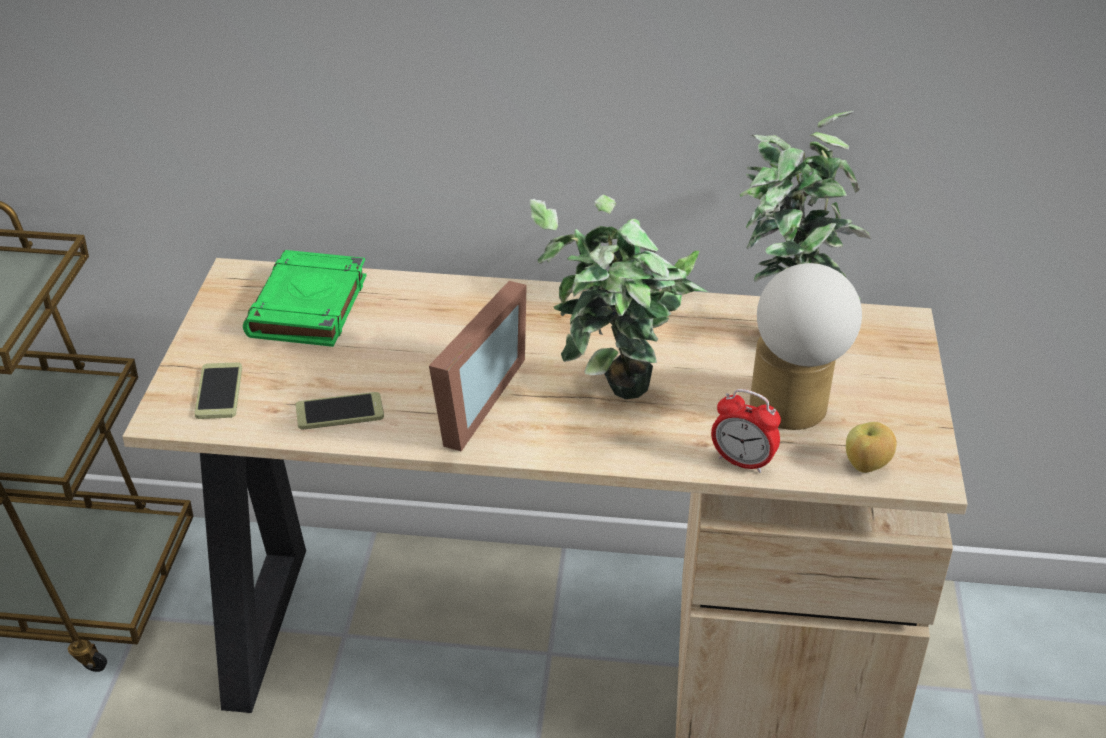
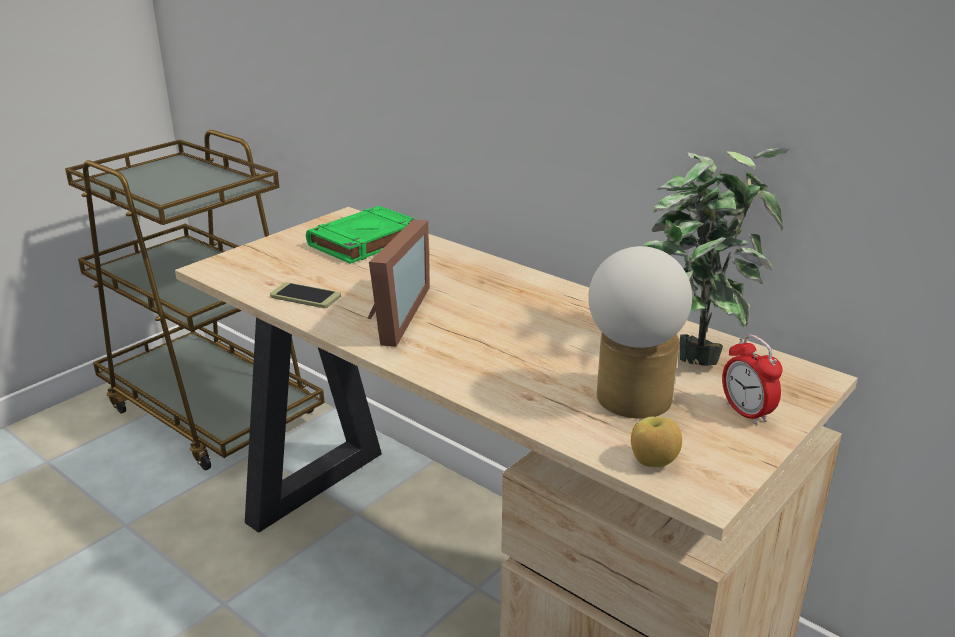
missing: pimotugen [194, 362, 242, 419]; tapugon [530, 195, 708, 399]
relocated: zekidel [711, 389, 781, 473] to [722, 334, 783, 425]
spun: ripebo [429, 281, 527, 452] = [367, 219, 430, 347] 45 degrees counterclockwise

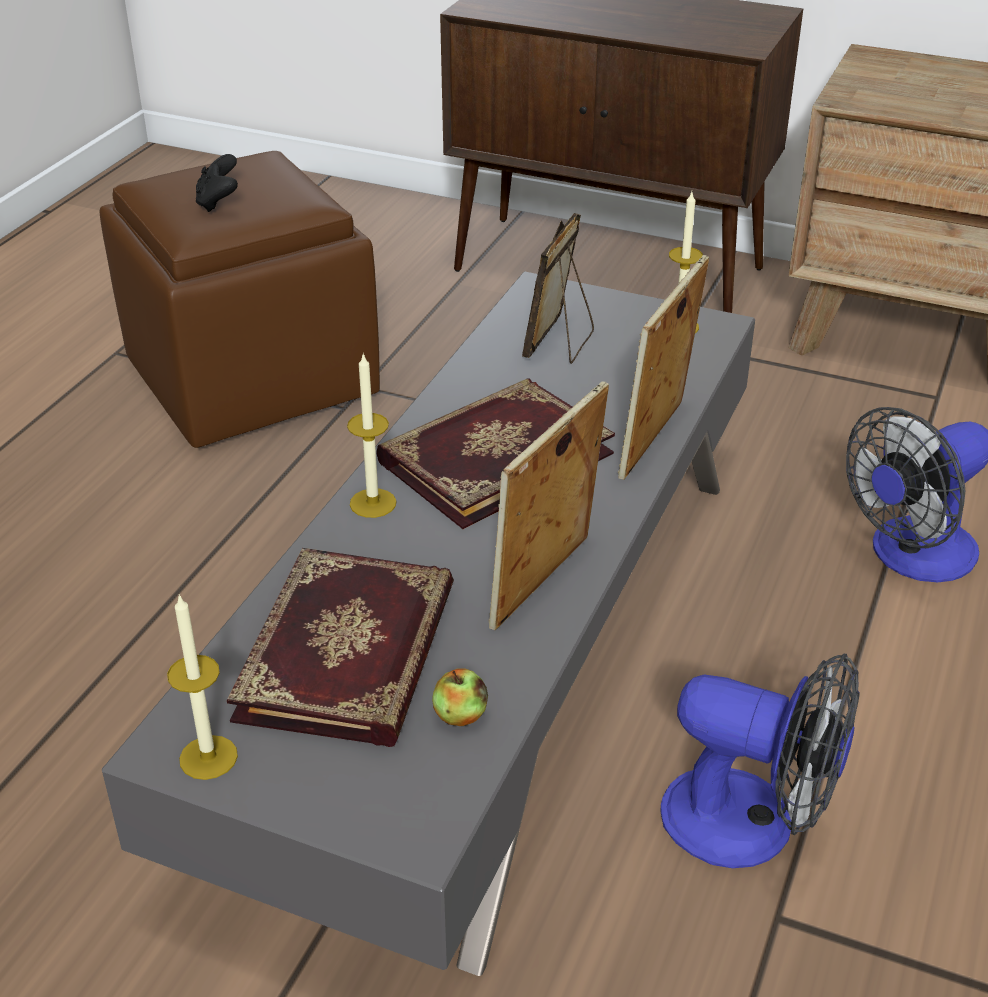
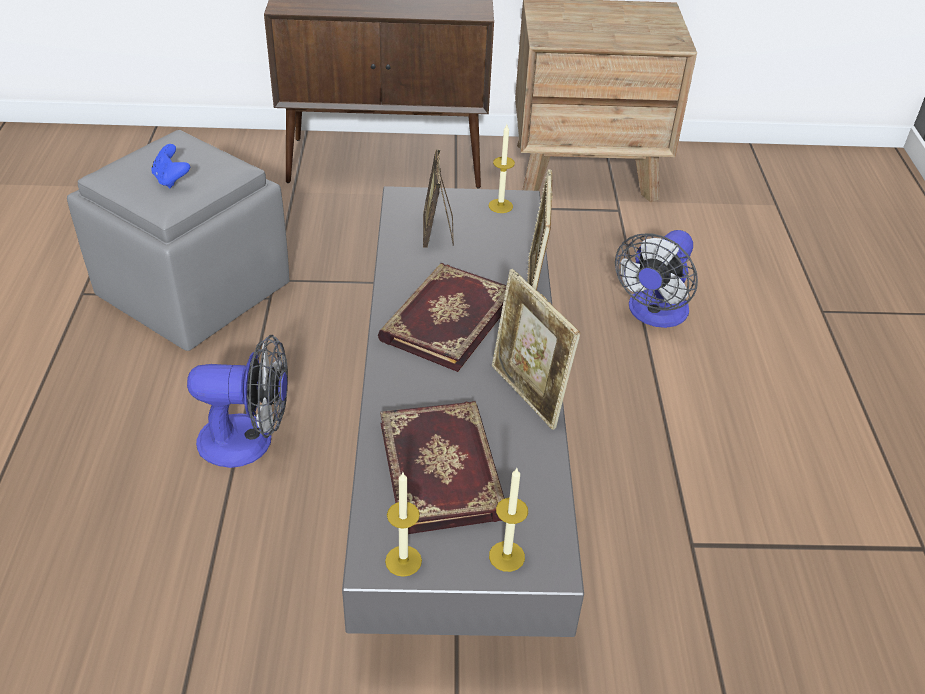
missing: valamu [432, 668, 488, 726]
relocated: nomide [660, 654, 859, 868] to [187, 335, 288, 468]; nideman [347, 353, 396, 518] to [489, 468, 528, 572]
colour: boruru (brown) [100, 151, 380, 448] to boruru (grey) [67, 130, 290, 351]; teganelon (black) [196, 154, 238, 212] to teganelon (blue) [151, 144, 190, 188]
spun: ripebo [489, 381, 609, 630] = [492, 269, 580, 430] 45 degrees counterclockwise

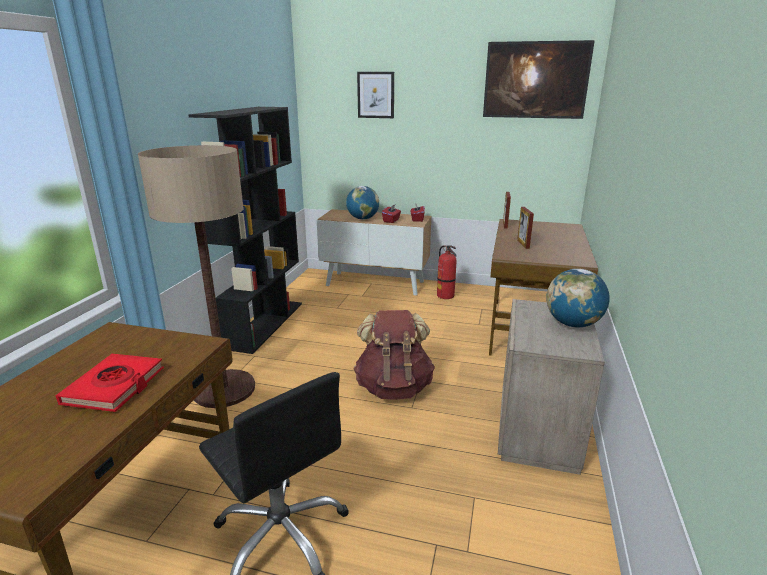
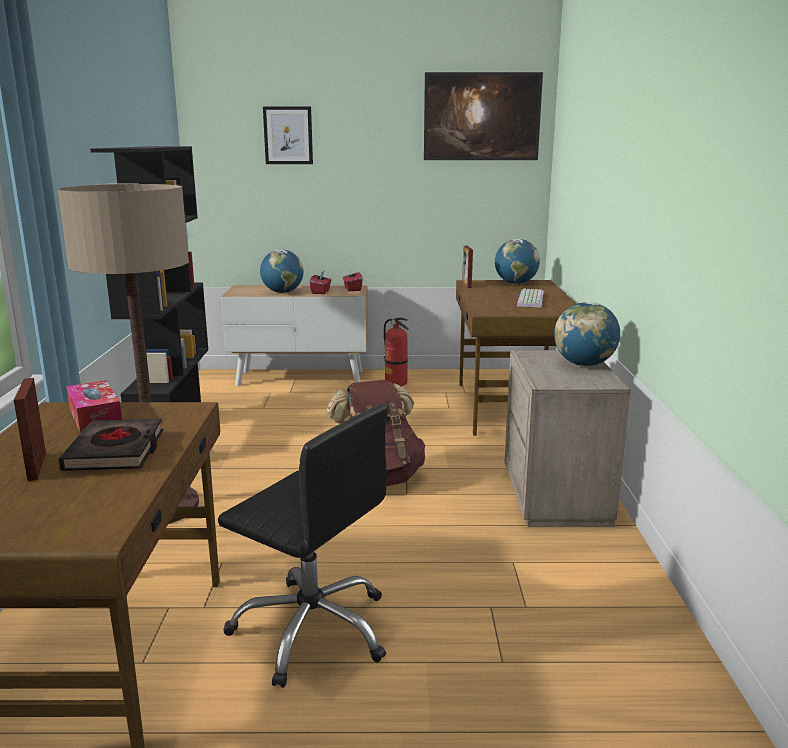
appeared: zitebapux [67, 380, 122, 433]; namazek [495, 239, 540, 284]; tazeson [517, 289, 544, 308]
relocated: ripebo [517, 207, 534, 249] to [14, 378, 46, 481]
colour: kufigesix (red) [55, 354, 164, 412] to kufigesix (black) [58, 419, 163, 471]

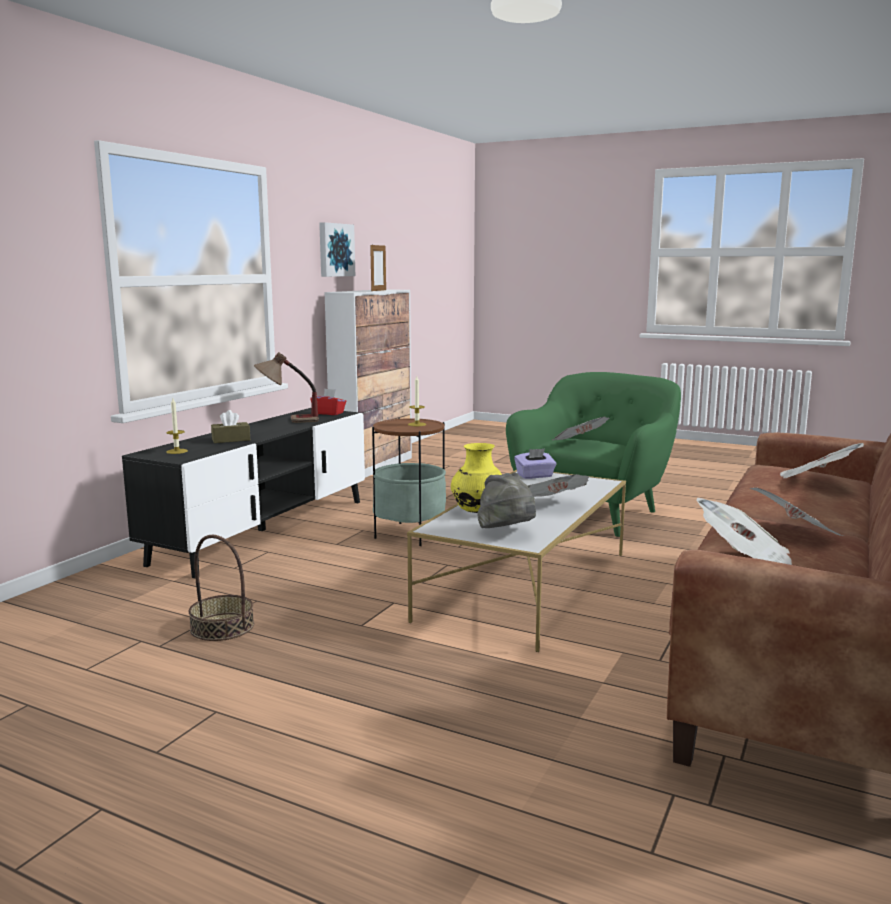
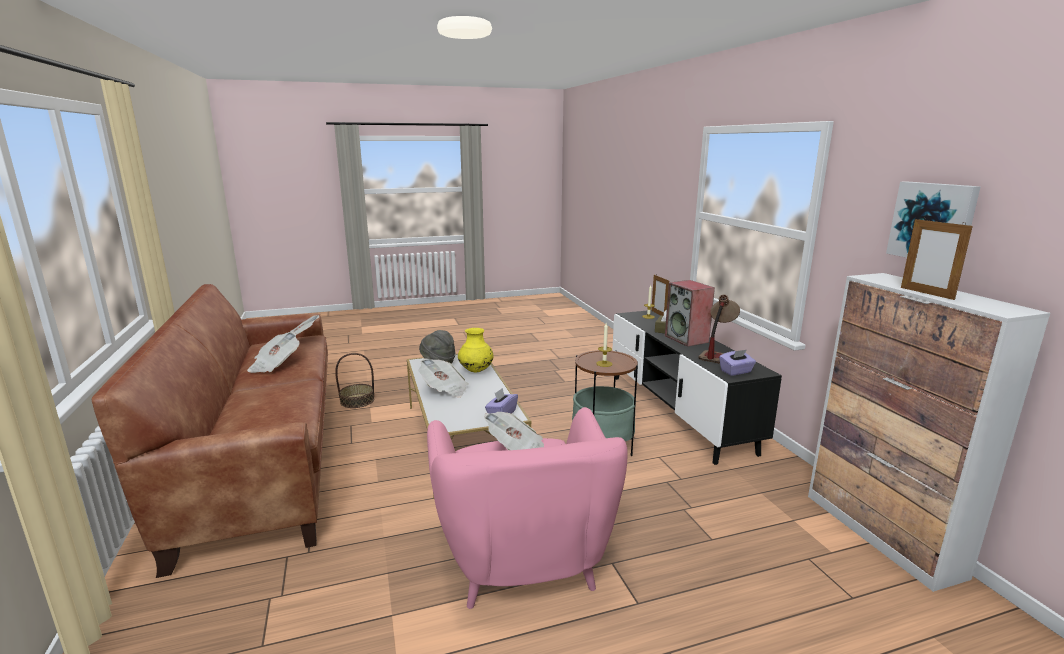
missing: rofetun [780, 443, 864, 479]
appeared: ripebo [651, 275, 669, 316]; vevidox [665, 280, 715, 347]
relocated: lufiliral [189, 535, 254, 641] to [335, 353, 374, 408]
colour: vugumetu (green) [506, 372, 681, 537] to vugumetu (pink) [427, 407, 628, 609]; zitebapux (red) [311, 389, 346, 415] to zitebapux (purple) [719, 350, 756, 376]

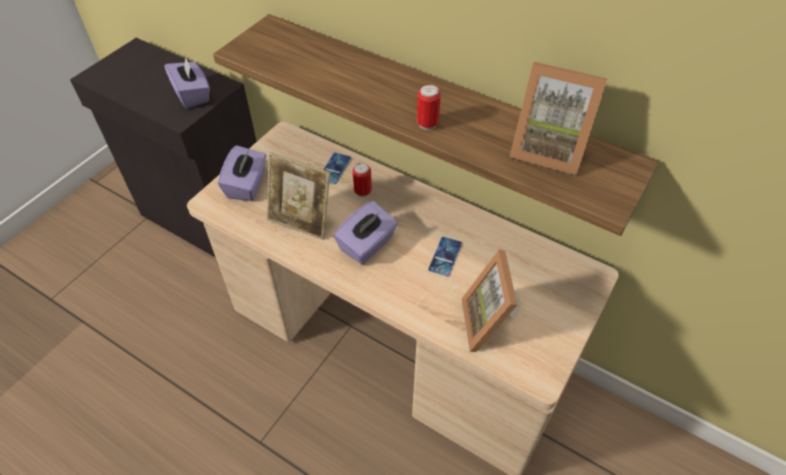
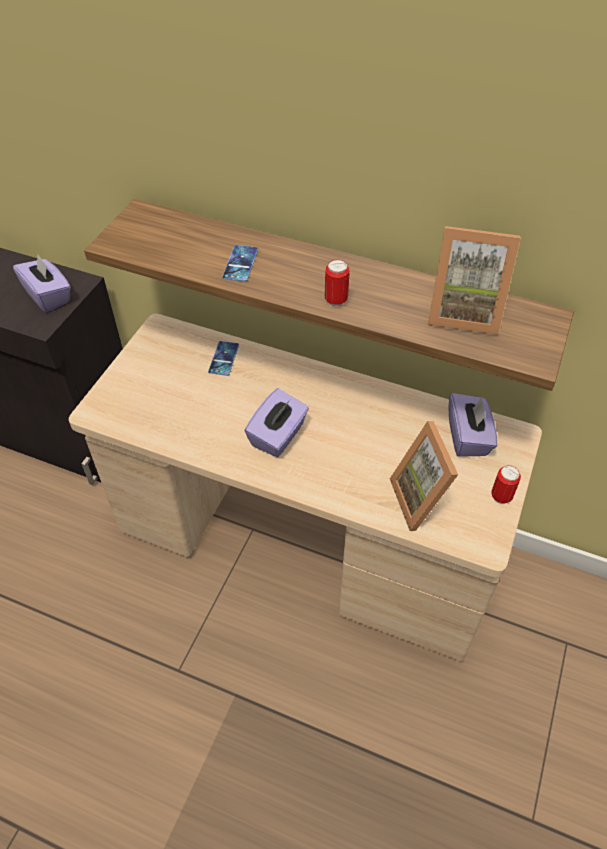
missing: ripebo [267, 152, 330, 240]
relocated: pimotugen [428, 237, 462, 277] to [222, 245, 258, 282]; zitebapux (purple) [218, 145, 267, 201] to [448, 393, 497, 457]; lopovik [353, 163, 372, 197] to [491, 465, 521, 504]

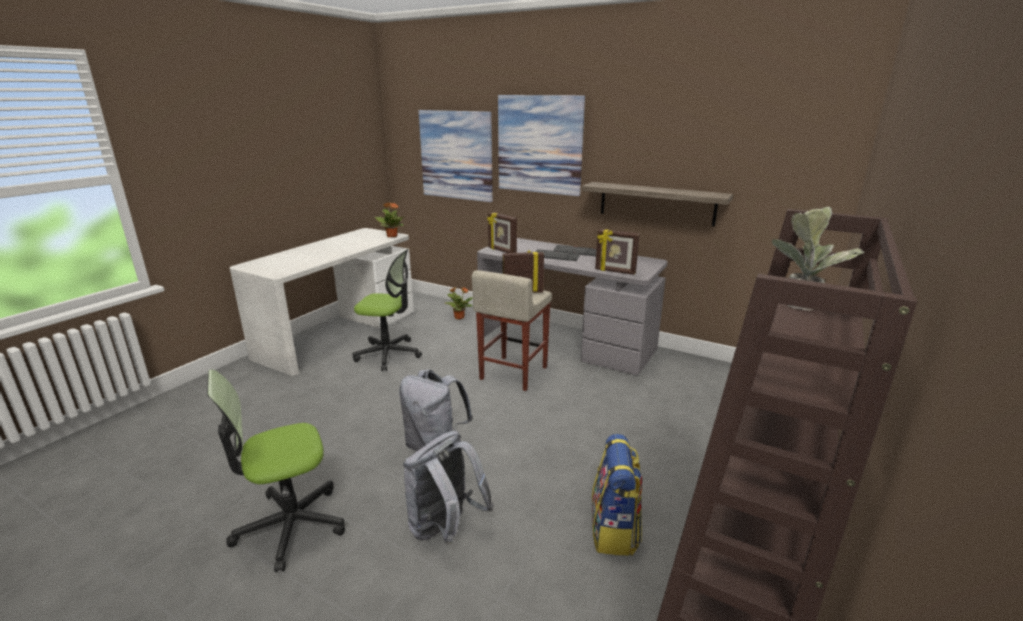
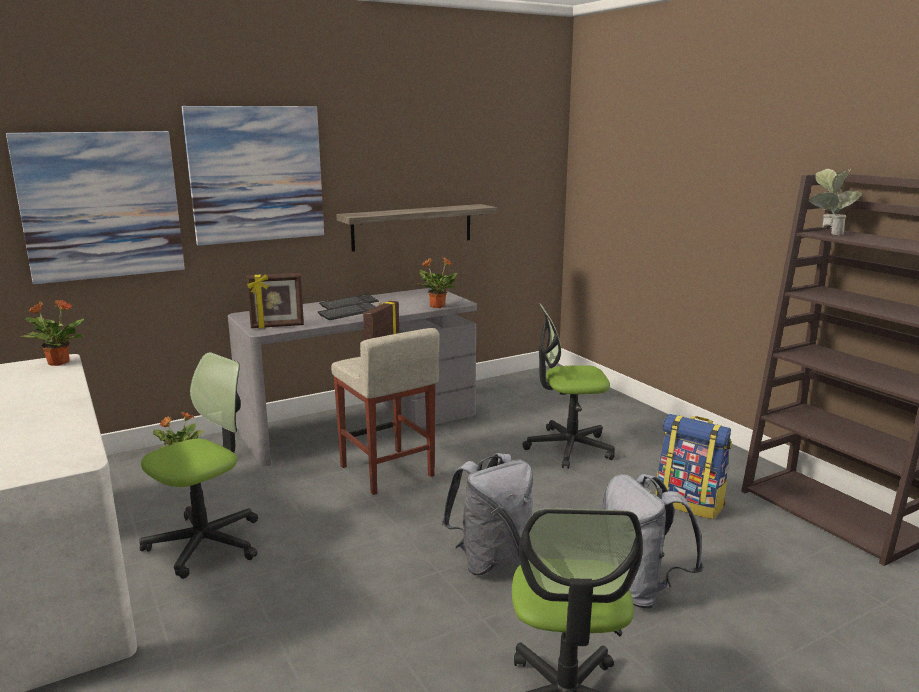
appeared: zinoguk [522, 303, 615, 469]
exchanged: ripebo [595, 229, 640, 275] to tapugon [418, 257, 457, 308]

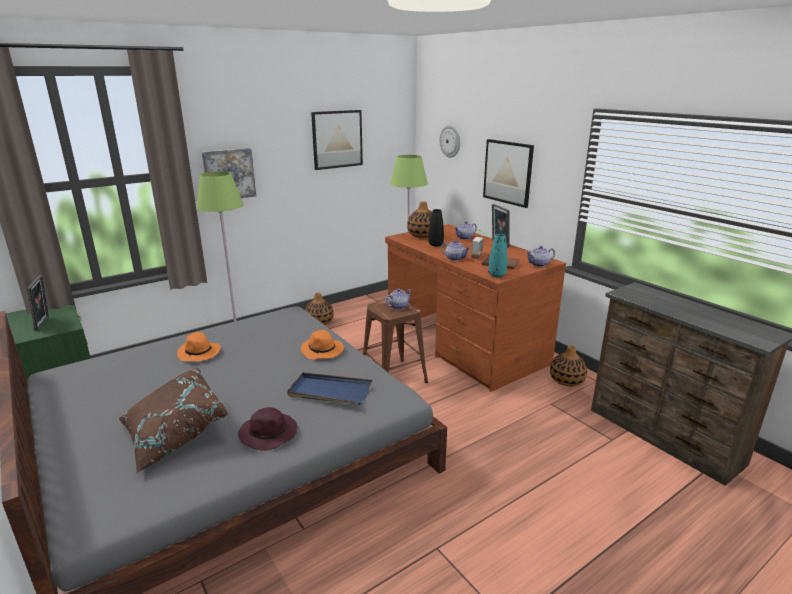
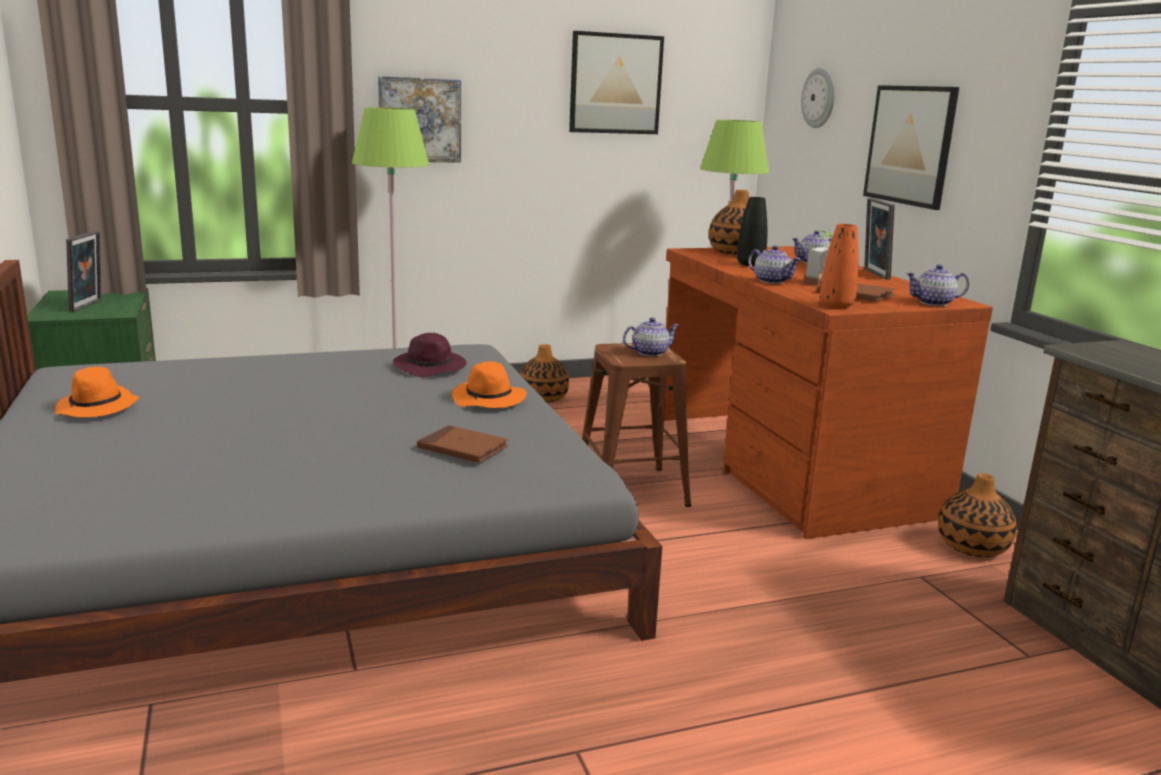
missing: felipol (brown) [119, 368, 228, 473]
relocated: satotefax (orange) [177, 332, 221, 362] to [55, 367, 139, 417]; satotefax (purple) [238, 407, 298, 451] to [393, 333, 466, 377]
exchanged: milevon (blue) [287, 372, 372, 405] to kufigesix (brown) [417, 425, 509, 463]
colour: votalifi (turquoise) [488, 234, 507, 277] to votalifi (orange) [820, 224, 859, 309]

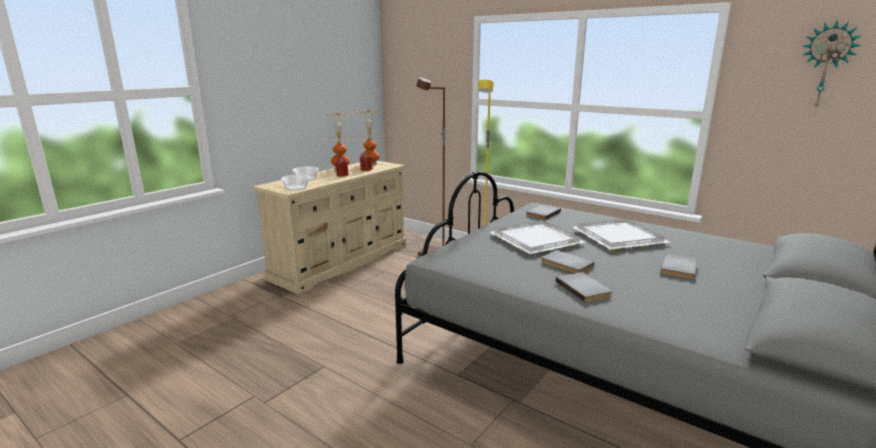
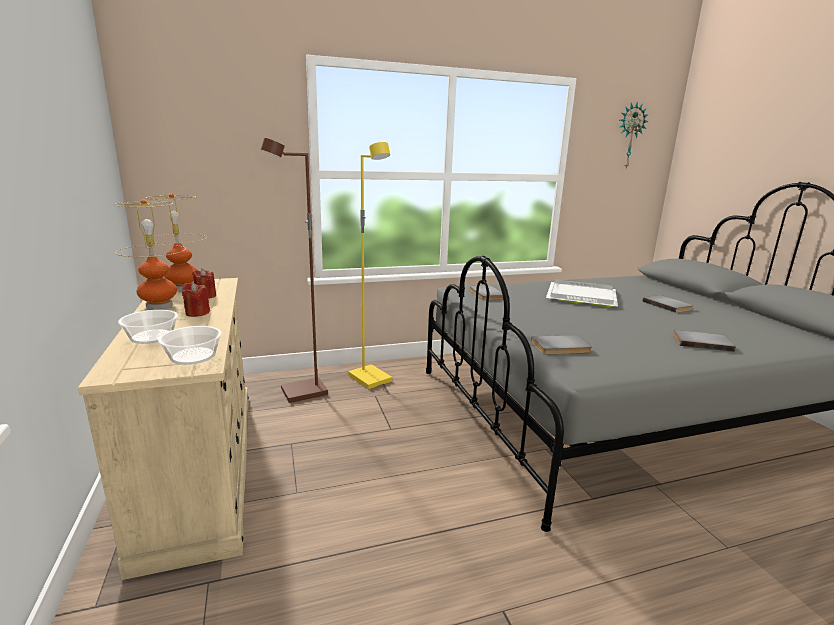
missing: milevon (white) [490, 220, 586, 254]
relocated: kufigesix (grey) [541, 250, 595, 273] to [531, 335, 592, 355]

